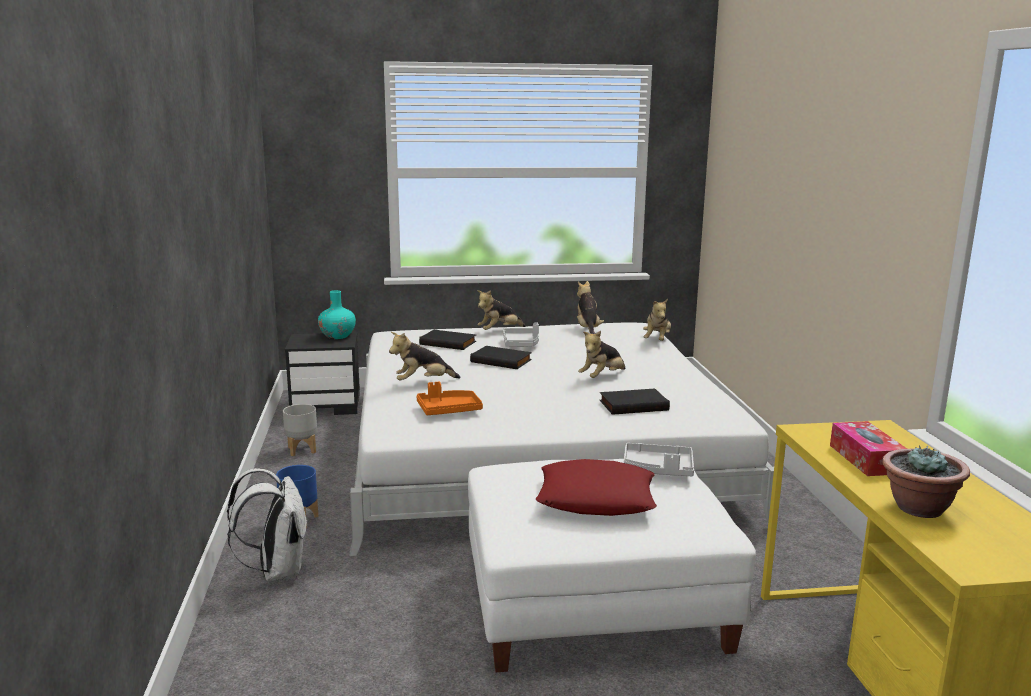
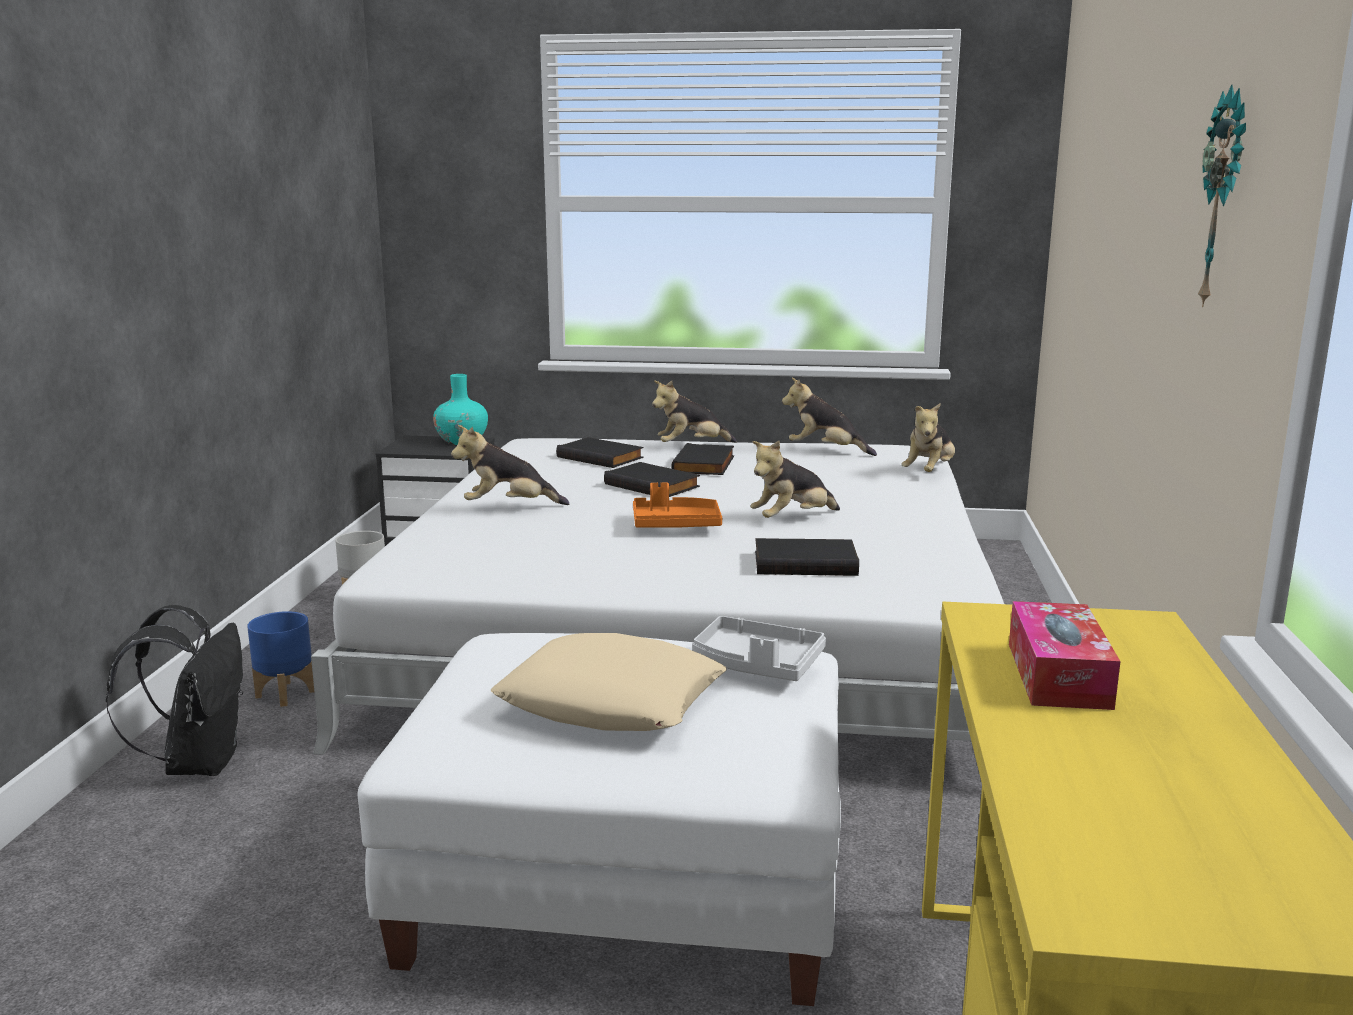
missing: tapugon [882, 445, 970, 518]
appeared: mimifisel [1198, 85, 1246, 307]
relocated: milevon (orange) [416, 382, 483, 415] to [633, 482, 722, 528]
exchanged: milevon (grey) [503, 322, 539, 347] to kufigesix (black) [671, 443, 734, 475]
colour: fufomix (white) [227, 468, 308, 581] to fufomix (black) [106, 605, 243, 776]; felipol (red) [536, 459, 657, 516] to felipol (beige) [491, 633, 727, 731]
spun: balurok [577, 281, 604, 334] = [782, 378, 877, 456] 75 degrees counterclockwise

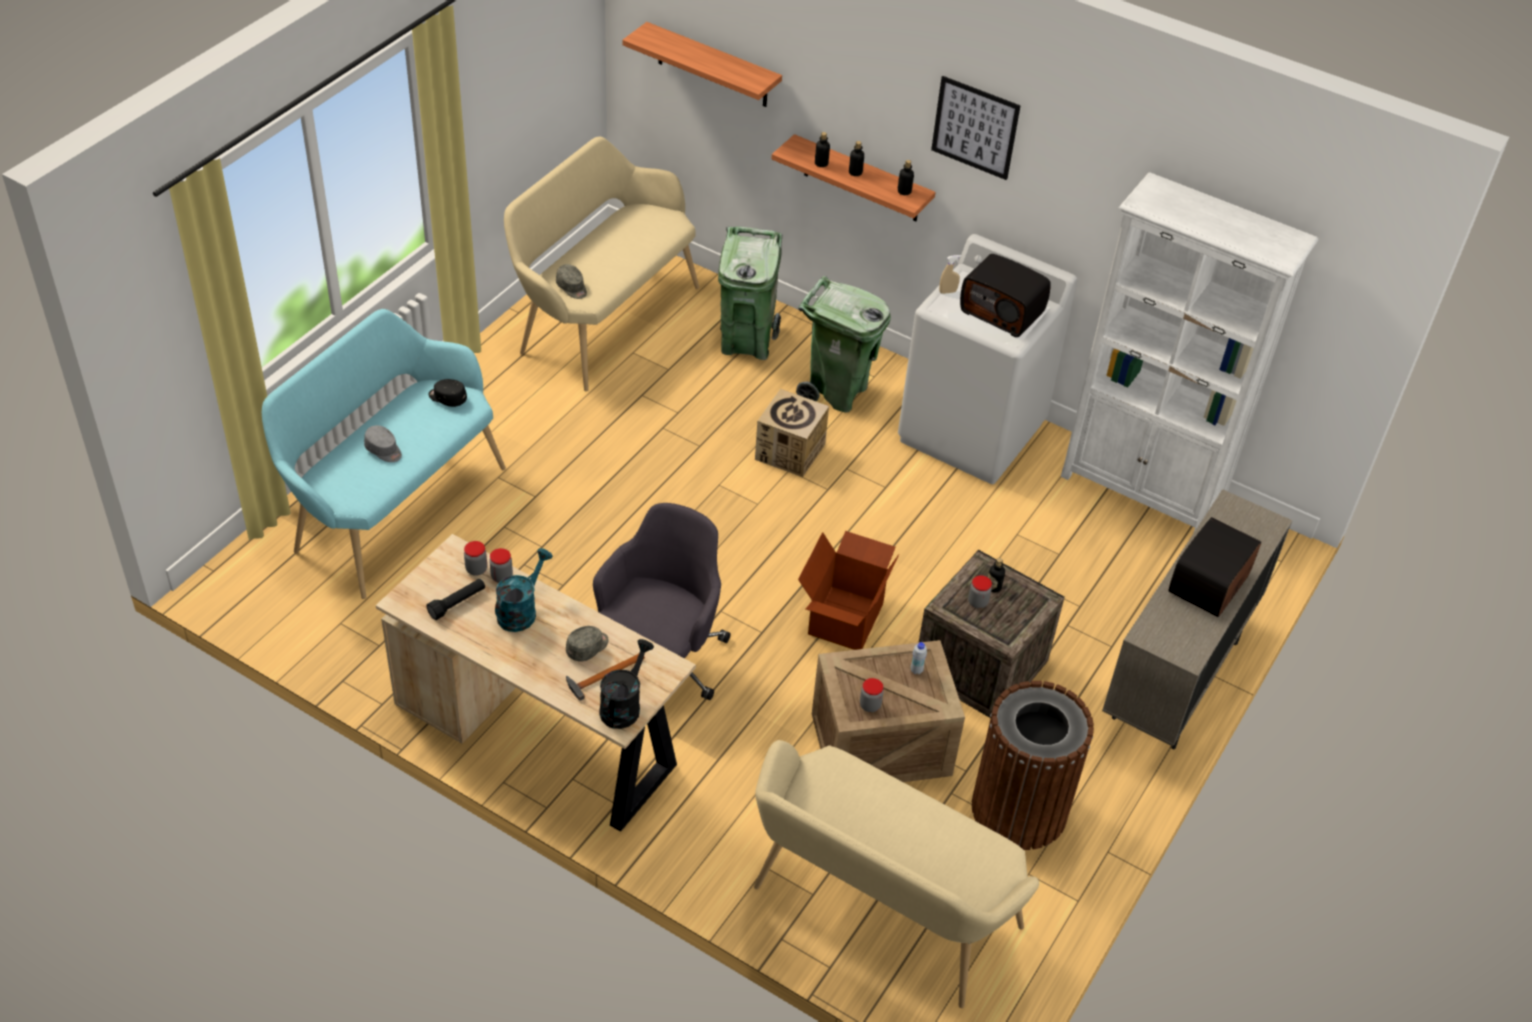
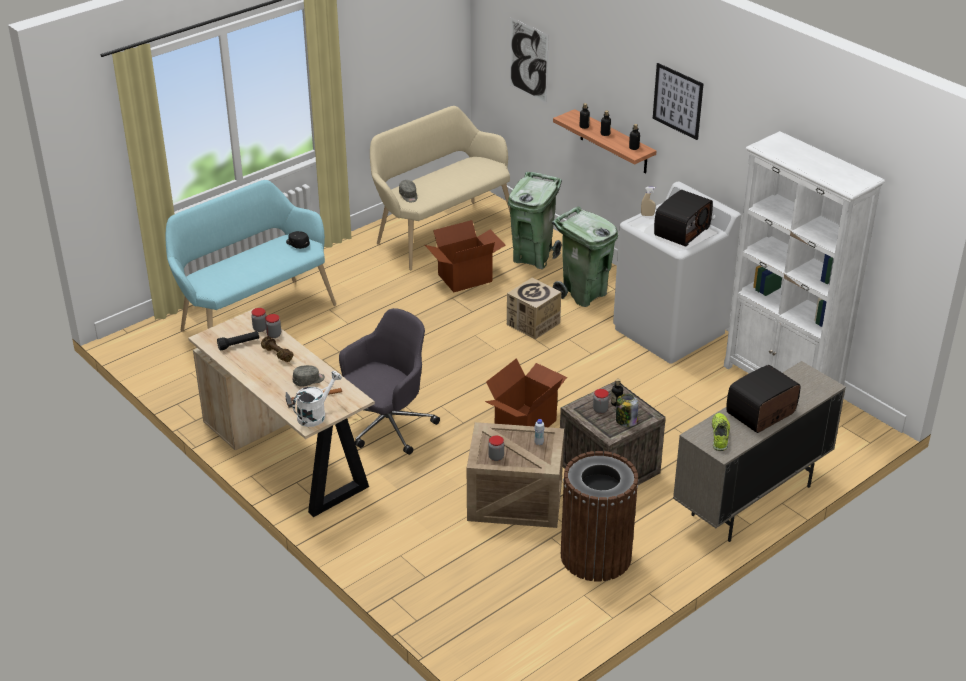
missing: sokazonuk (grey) [364, 425, 402, 462]; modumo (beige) [754, 740, 1039, 1008]
appeared: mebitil [425, 220, 506, 292]; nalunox [616, 394, 638, 427]; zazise [712, 413, 730, 451]
exchanged: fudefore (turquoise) [495, 548, 553, 632] to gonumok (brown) [261, 336, 294, 362]; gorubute [622, 22, 782, 107] to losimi [510, 17, 549, 104]
colour: fudefore (black) [599, 639, 654, 729] to fudefore (white) [292, 371, 342, 427]
spun: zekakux [960, 254, 1051, 337] = [654, 190, 713, 246] 105 degrees counterclockwise

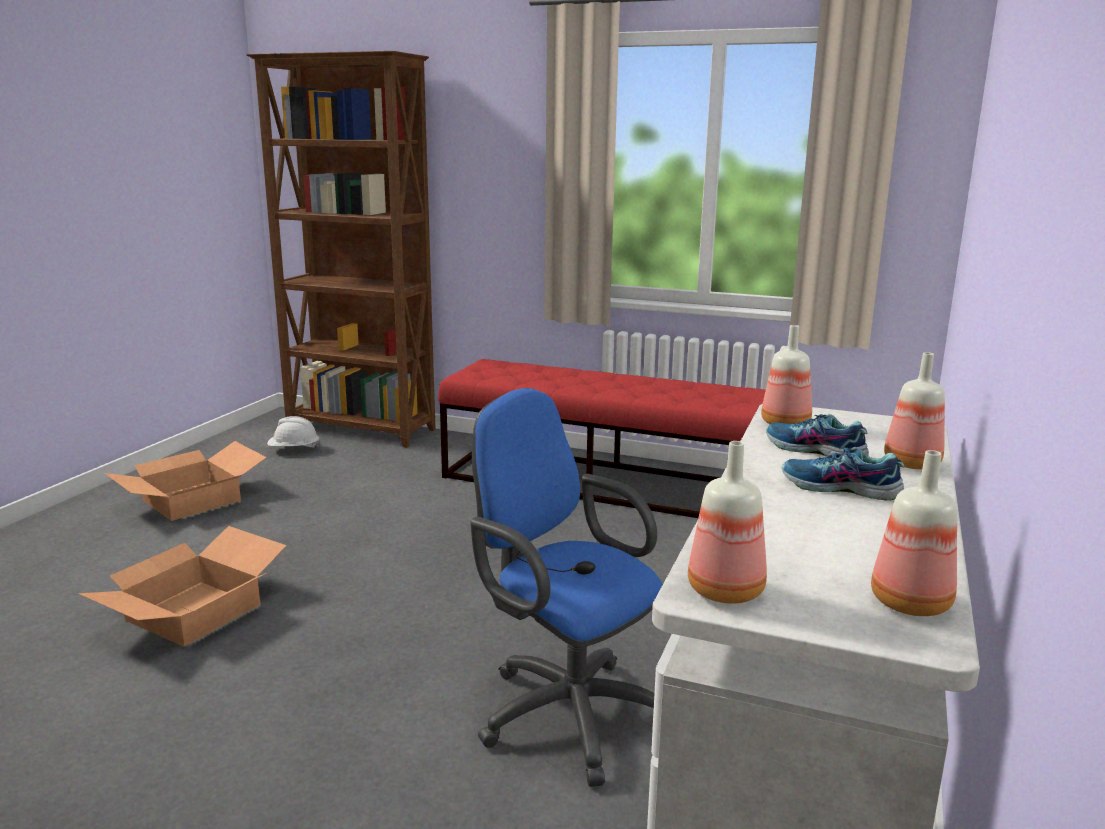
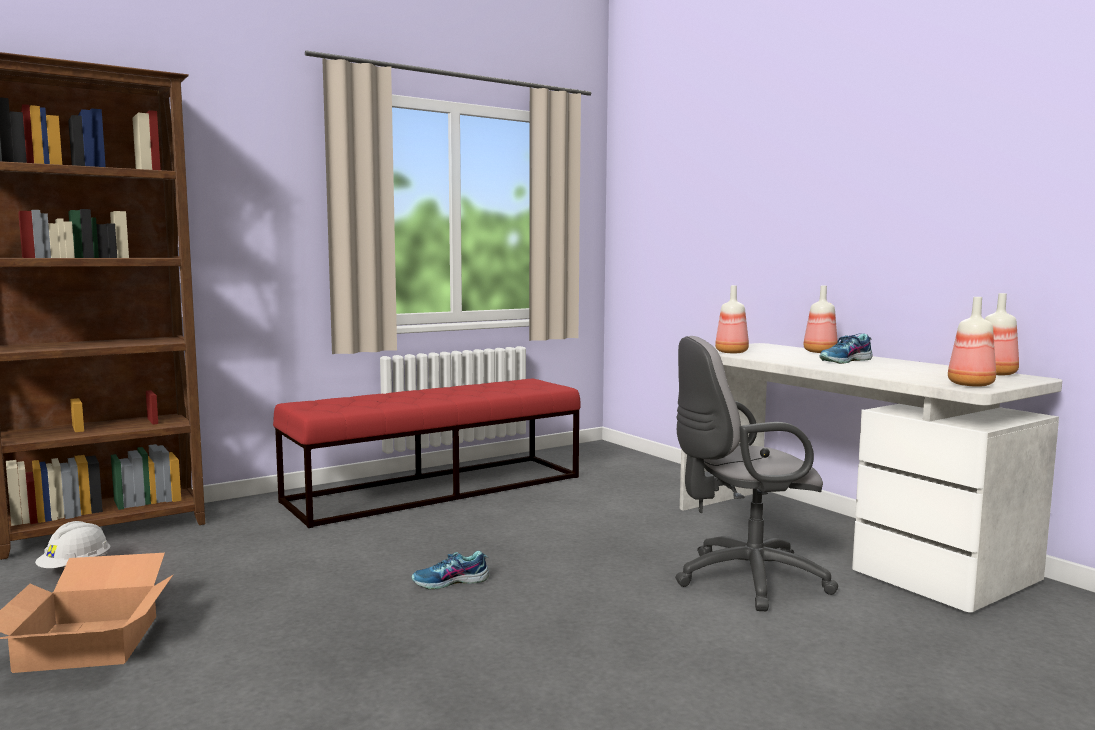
missing: mebitil [78, 526, 287, 647]
relocated: zazise [766, 414, 869, 456] to [412, 551, 489, 589]
colour: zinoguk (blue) [470, 388, 662, 787] to zinoguk (grey) [675, 336, 838, 611]

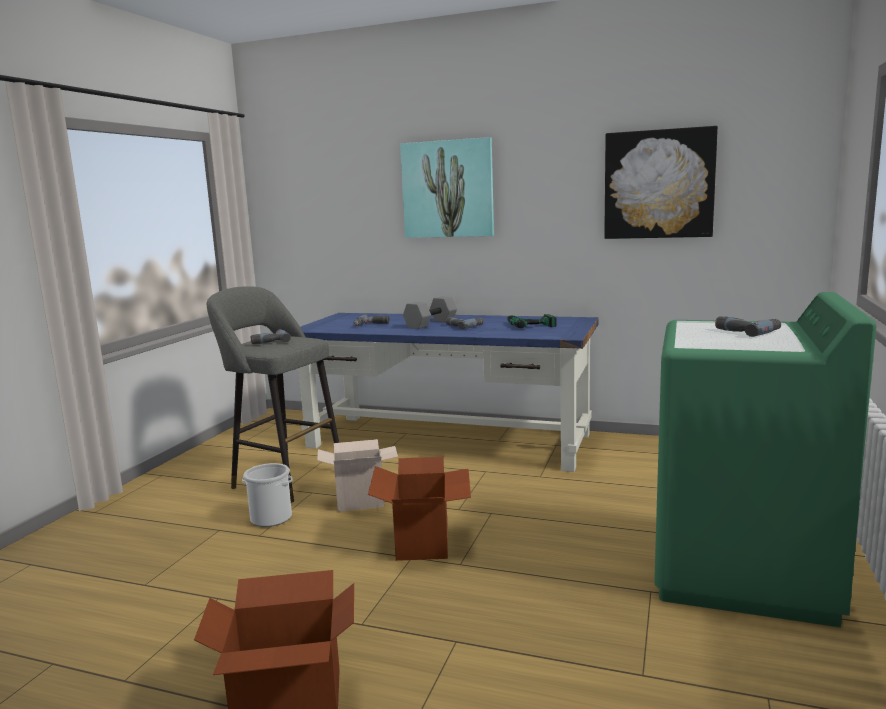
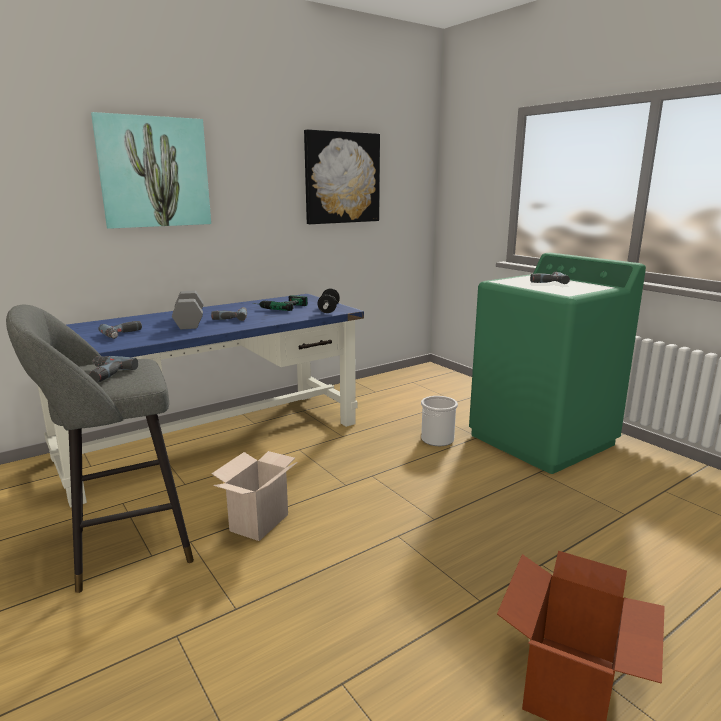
missing: mebitil [368, 457, 471, 561]
appeared: gonumok [317, 288, 340, 313]
relocated: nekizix [242, 463, 293, 527] to [421, 396, 458, 446]

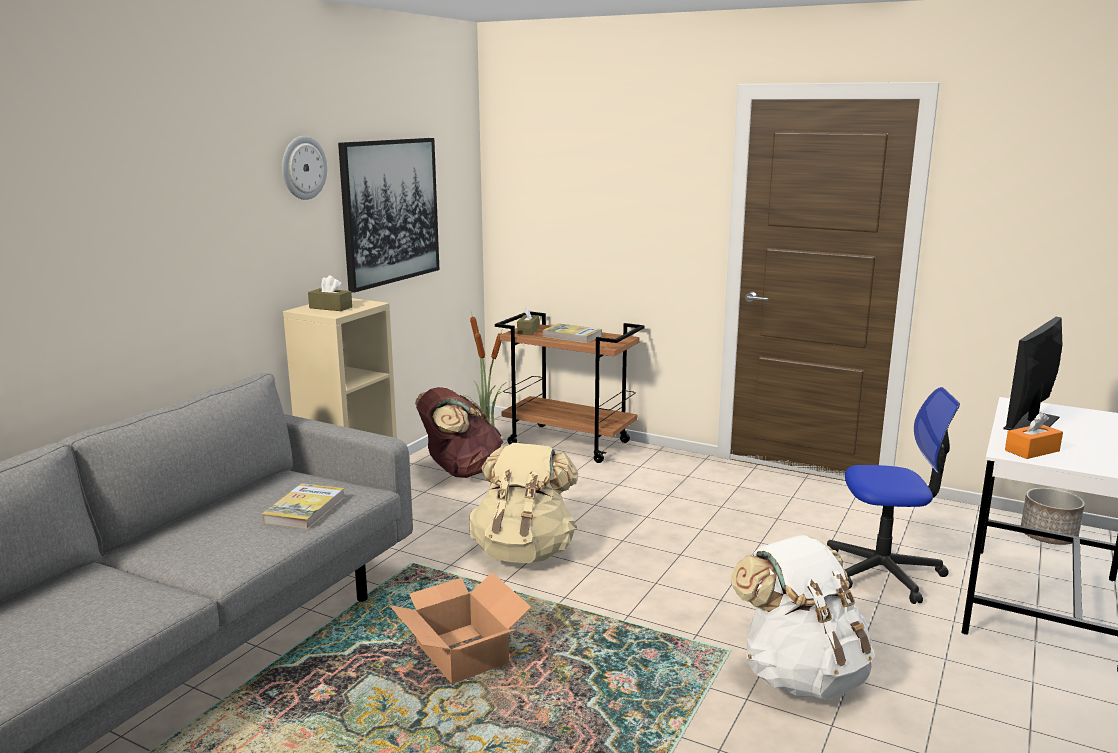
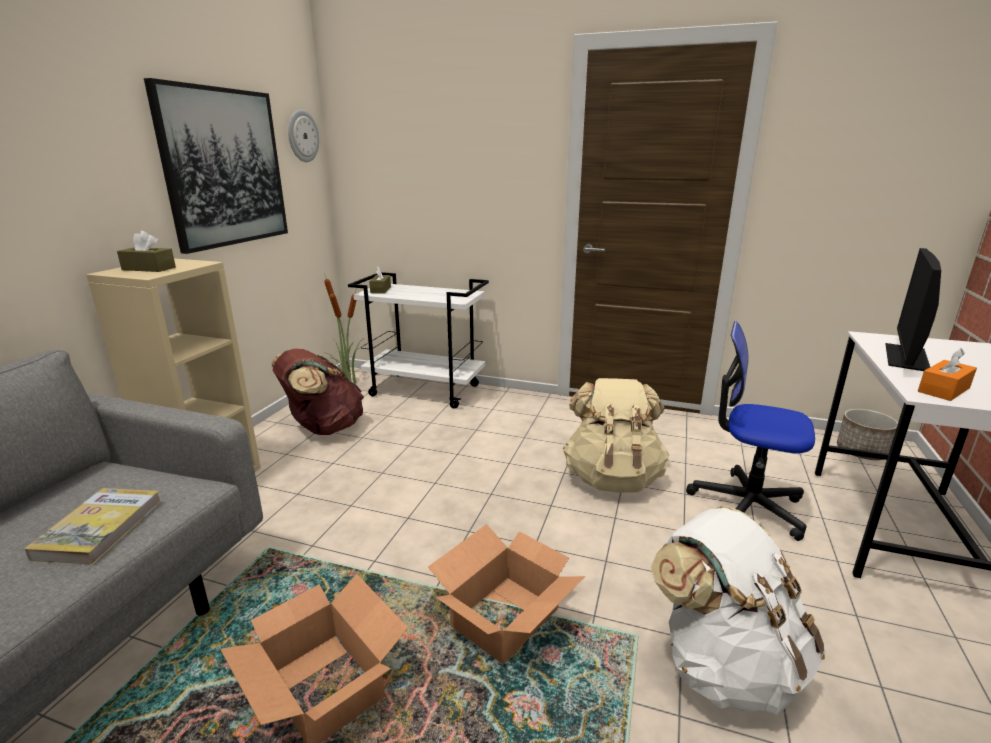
missing: kufigesix [542, 323, 602, 343]
appeared: mebitil [428, 524, 585, 665]
relocated: mimifisel [282, 136, 327, 200] to [288, 110, 319, 162]; fufomix (beige) [469, 443, 578, 563] to [563, 378, 669, 493]
colour: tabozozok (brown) [495, 311, 645, 463] to tabozozok (white) [348, 272, 489, 409]
spun: zinoguk [827, 387, 960, 604] = [686, 321, 815, 541] 150 degrees counterclockwise

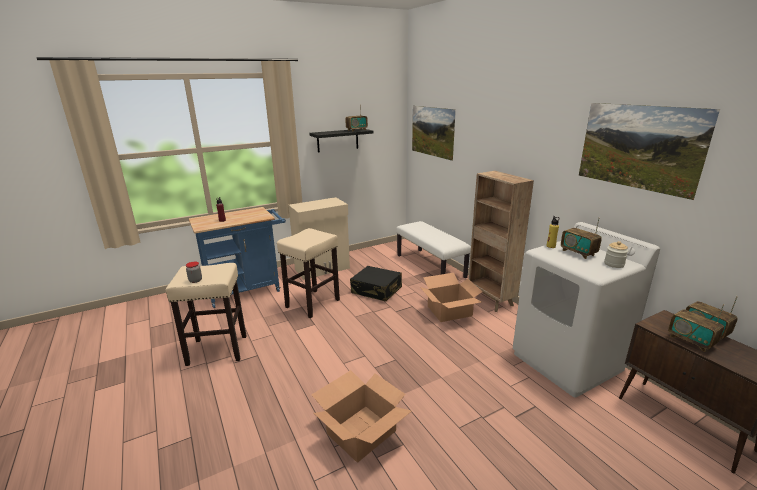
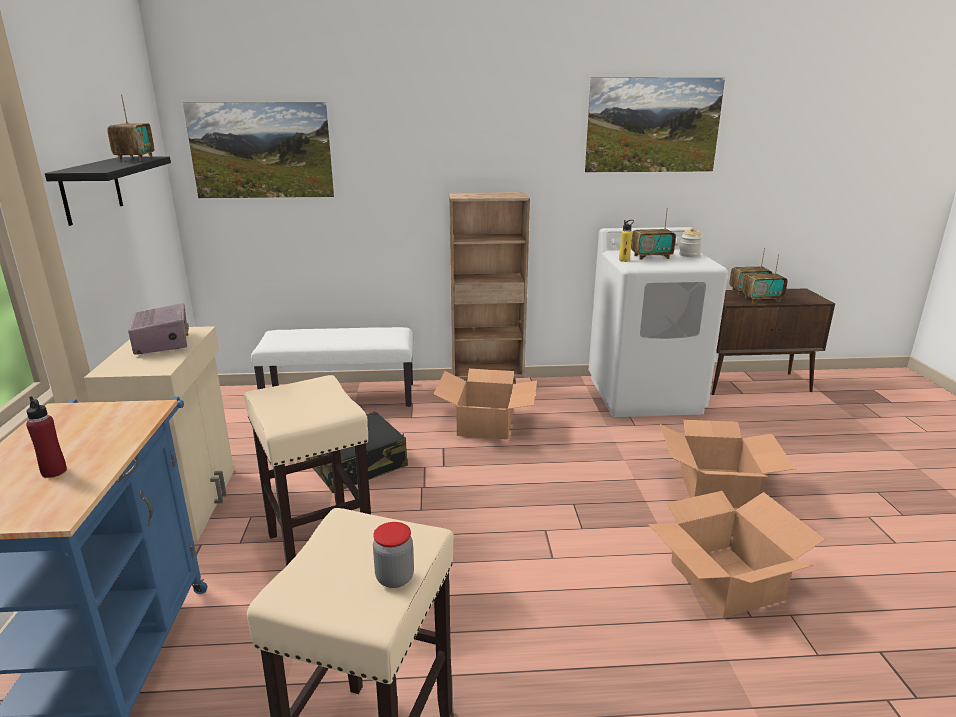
appeared: zekakux [128, 303, 189, 355]; mebitil [660, 420, 796, 508]

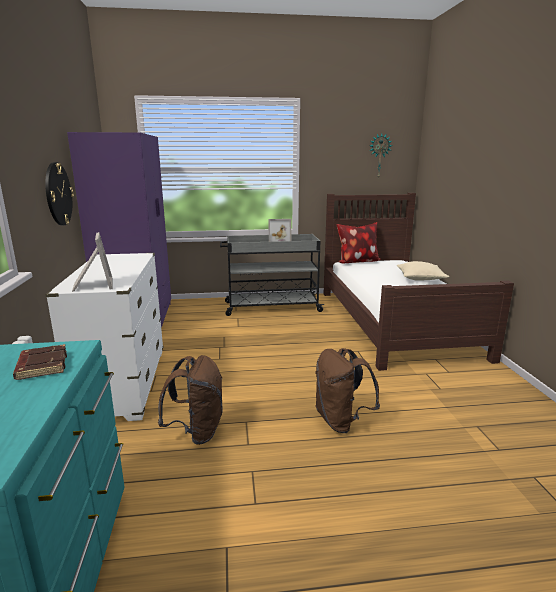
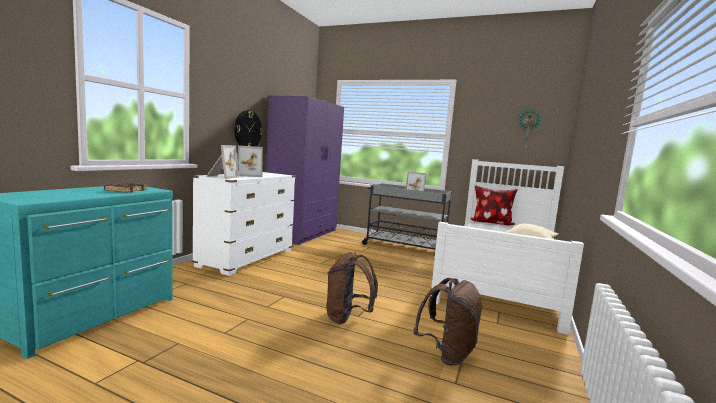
appeared: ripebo [238, 145, 263, 177]
relocated: fufomix (brown) [158, 355, 223, 445] to [413, 278, 483, 366]
colour: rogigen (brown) [324, 193, 514, 371] to rogigen (white) [431, 159, 584, 335]

